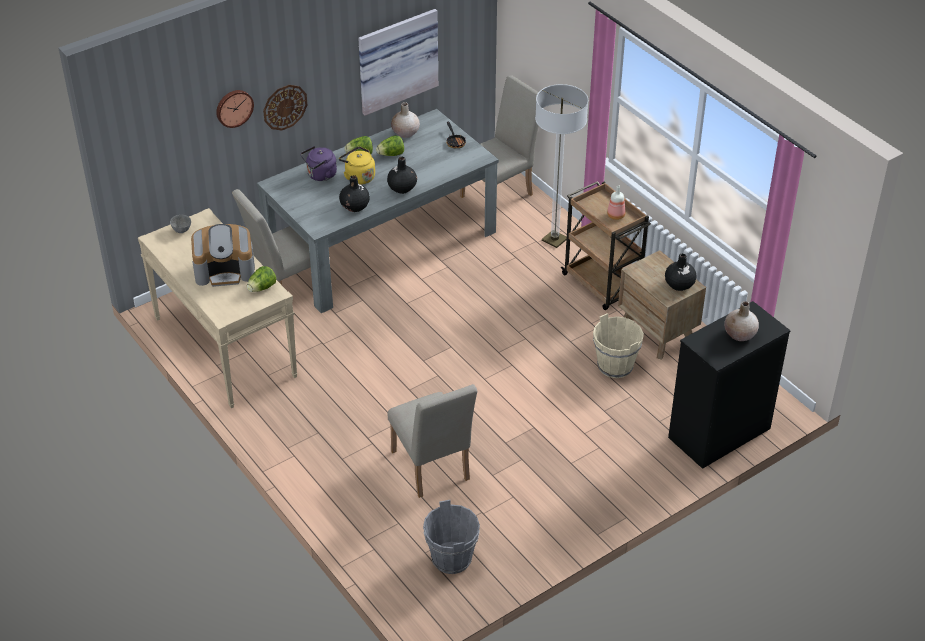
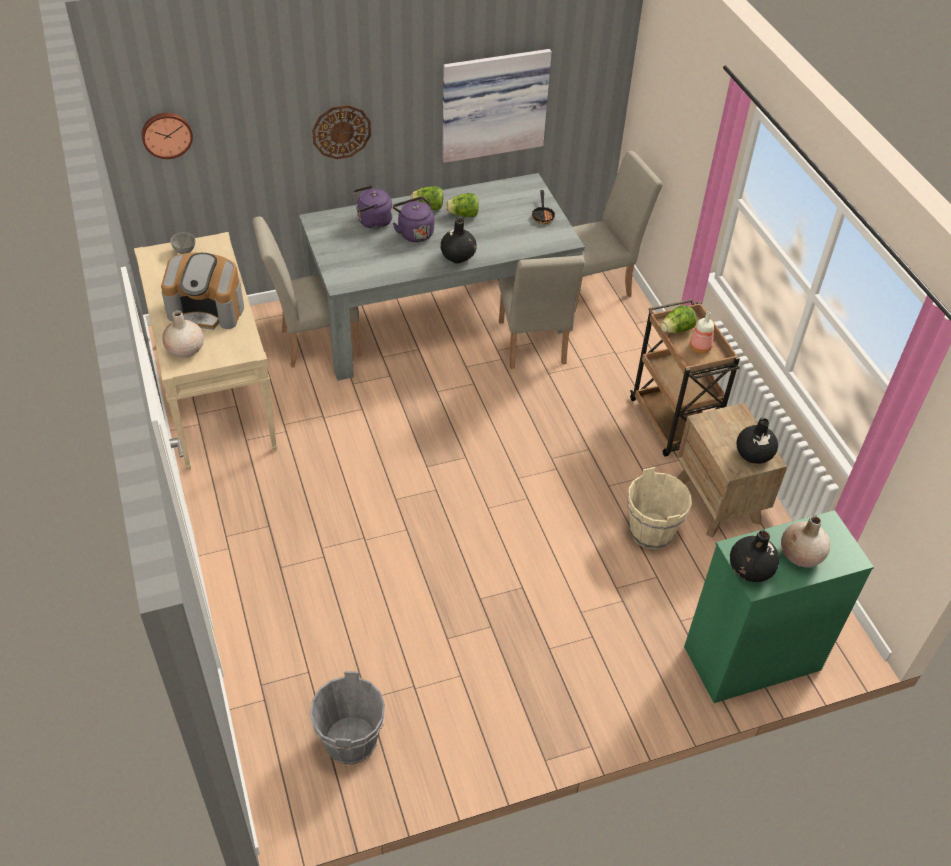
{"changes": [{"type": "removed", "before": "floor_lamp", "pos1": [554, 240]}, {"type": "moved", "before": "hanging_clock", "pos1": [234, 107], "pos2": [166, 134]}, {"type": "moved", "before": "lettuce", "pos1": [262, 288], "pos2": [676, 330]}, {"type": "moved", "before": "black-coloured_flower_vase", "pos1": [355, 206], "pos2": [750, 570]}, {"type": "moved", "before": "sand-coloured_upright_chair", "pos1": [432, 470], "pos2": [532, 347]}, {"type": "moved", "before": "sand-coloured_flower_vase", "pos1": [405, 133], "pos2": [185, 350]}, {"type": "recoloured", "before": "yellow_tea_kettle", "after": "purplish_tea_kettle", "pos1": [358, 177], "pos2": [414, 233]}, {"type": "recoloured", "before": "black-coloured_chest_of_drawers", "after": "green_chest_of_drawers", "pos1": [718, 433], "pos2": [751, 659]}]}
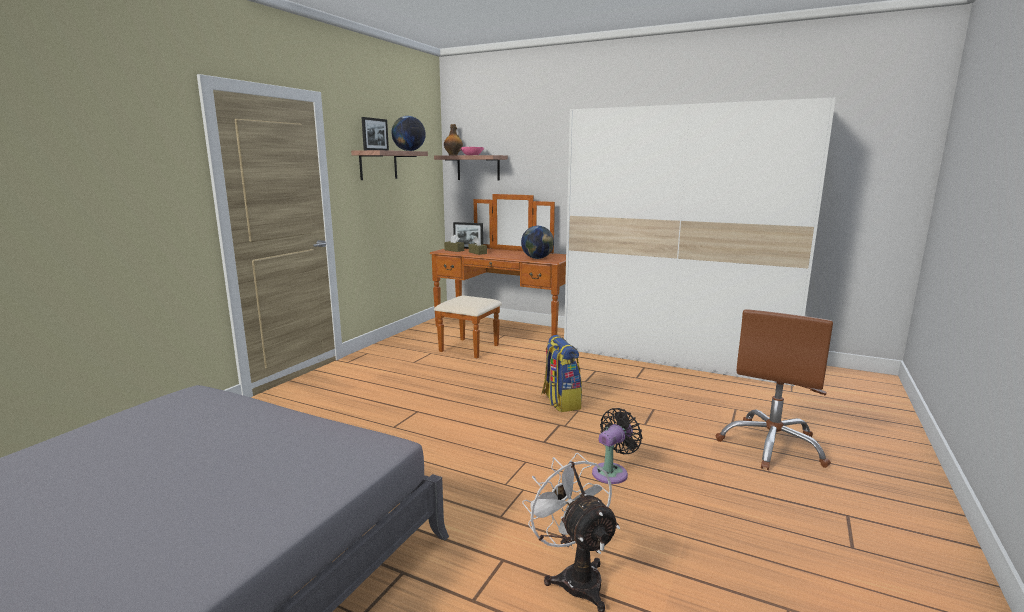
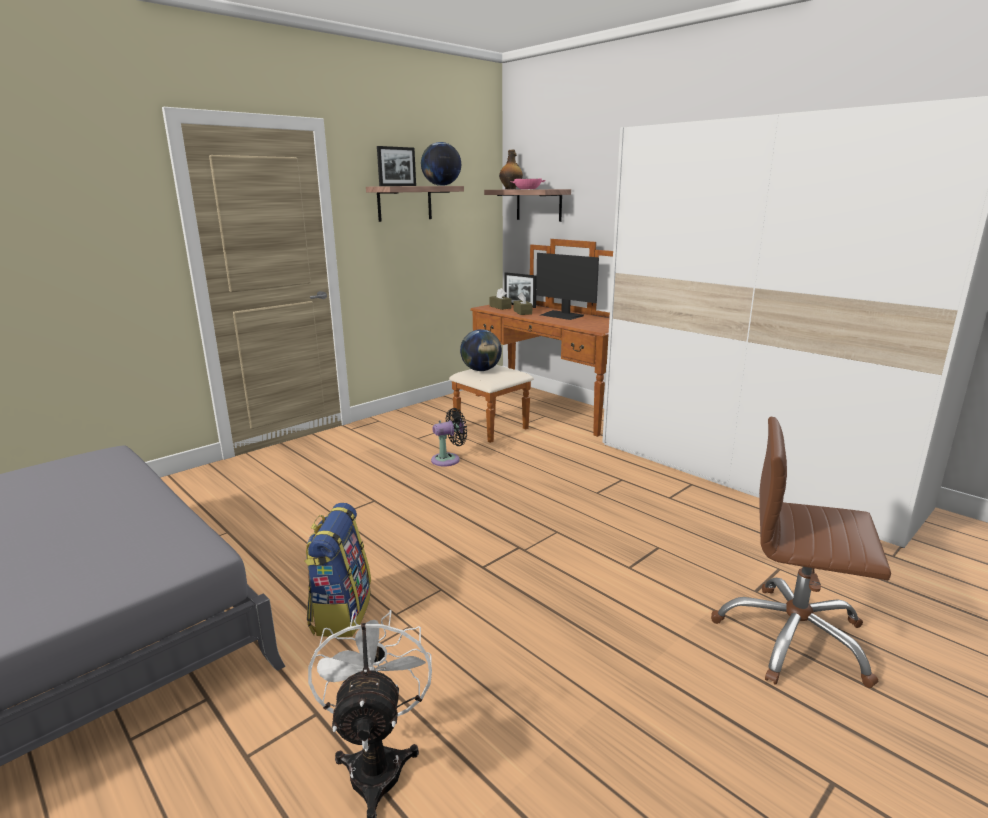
{"changes": [{"type": "added", "after": "monitor", "pos2": [562, 315]}, {"type": "moved", "before": "desk_globe", "pos1": [537, 258], "pos2": [481, 370]}, {"type": "moved", "before": "backpack", "pos1": [560, 402], "pos2": [341, 612]}, {"type": "moved", "before": "black-coloured_cooling_fan", "pos1": [612, 472], "pos2": [448, 459]}, {"type": "turned", "before": "brown-coloured_desk_chair", "pos1": [772, 446], "pos2": [792, 638], "turn": 60}]}
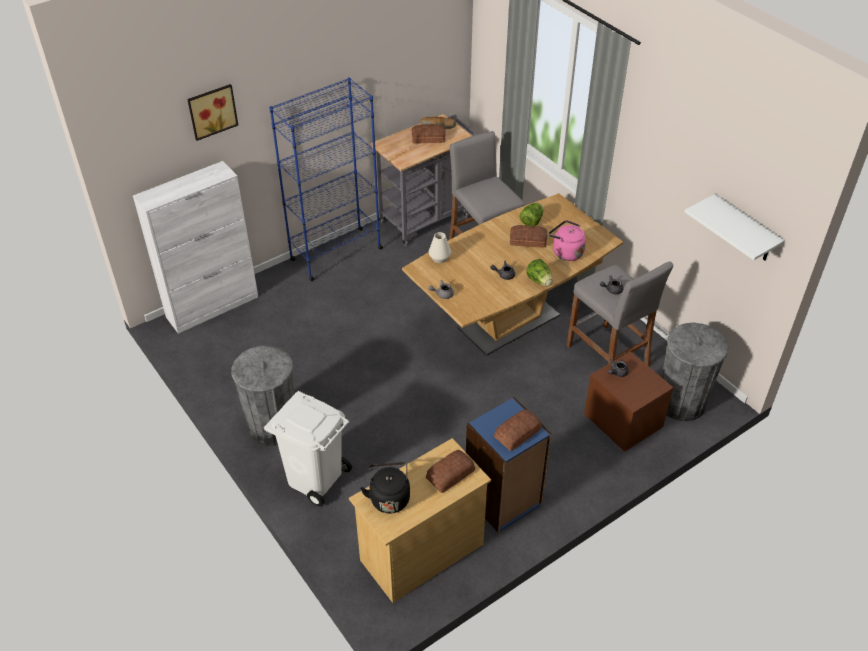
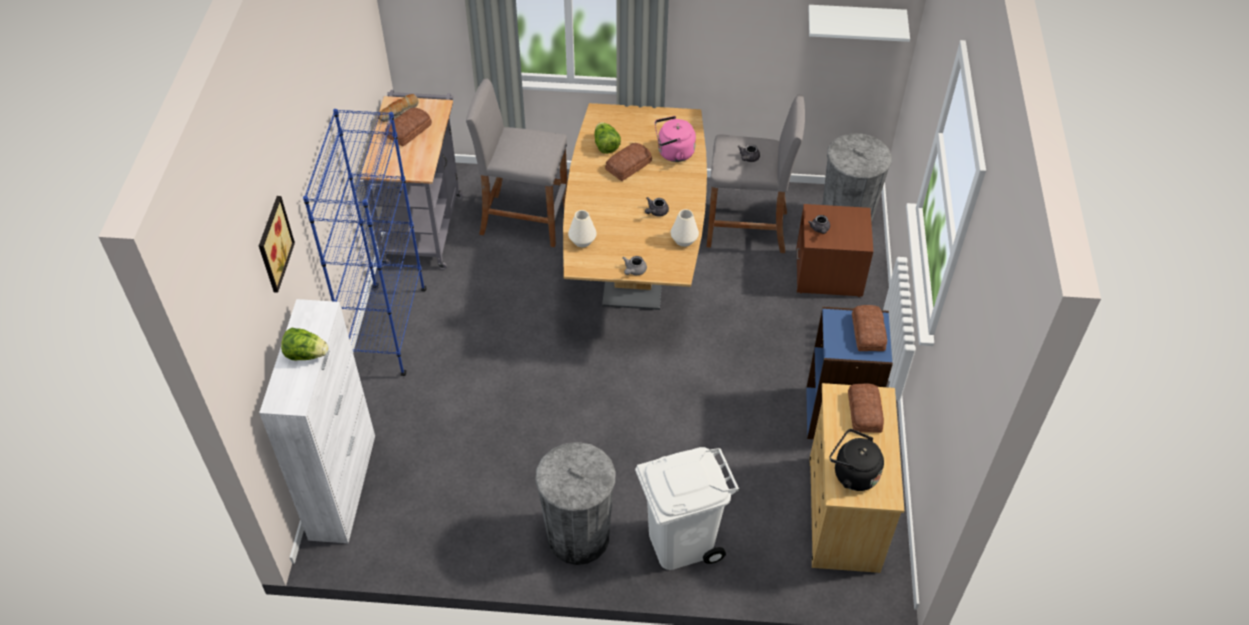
{"changes": [{"type": "added", "after": "white-coloured_flower_vase", "pos2": [684, 240]}, {"type": "moved", "before": "lettuce", "pos1": [539, 281], "pos2": [306, 354]}]}
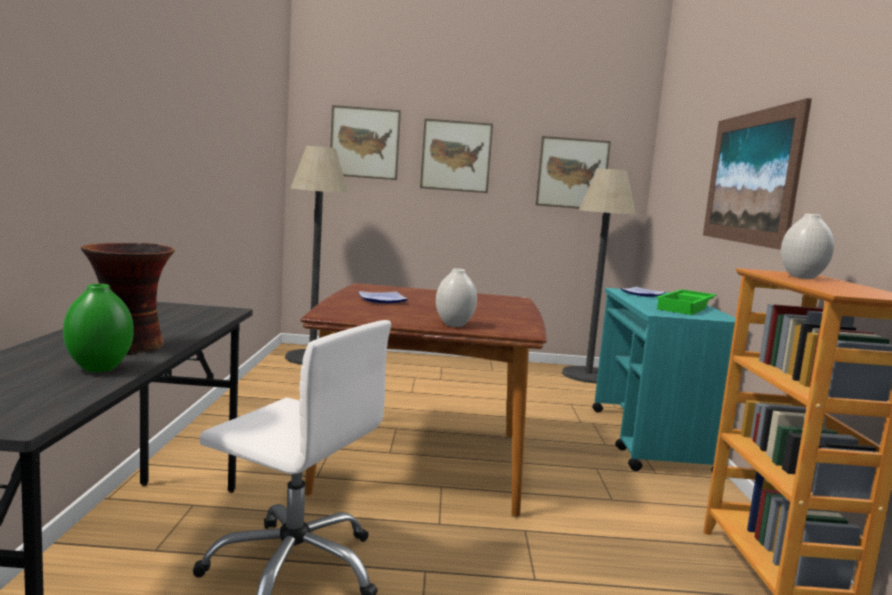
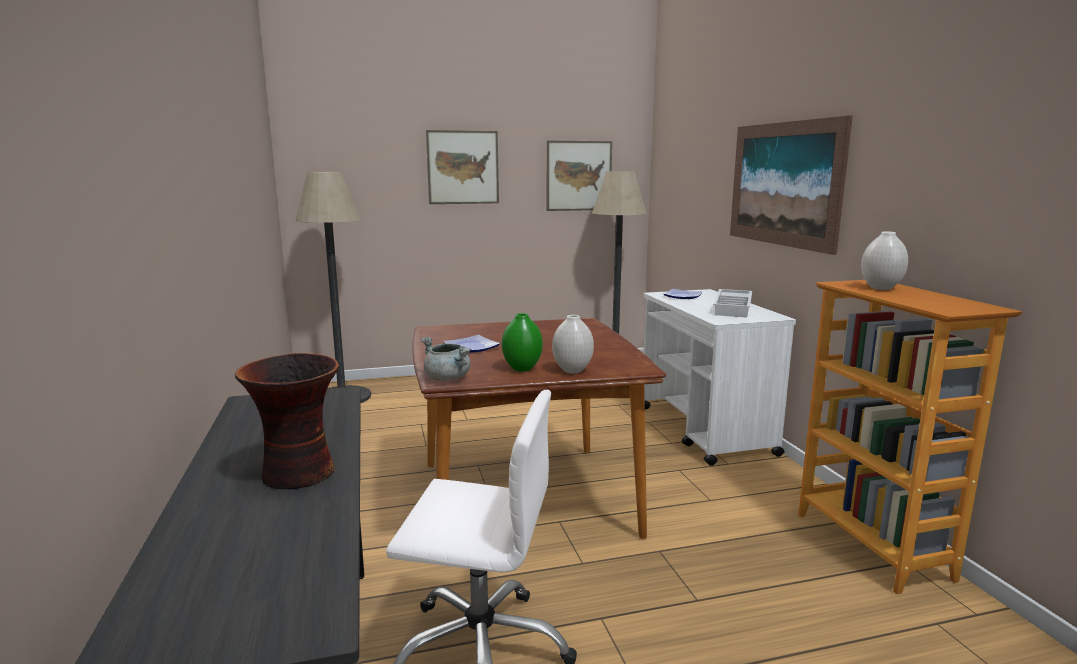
{"changes": [{"type": "removed", "before": "picture", "pos1": [364, 143]}, {"type": "added", "after": "greyish_saucepot", "pos2": [448, 378]}, {"type": "moved", "before": "green_flower_vase", "pos1": [99, 368], "pos2": [522, 369]}, {"type": "recoloured", "before": "turquoise_trolley", "after": "white-coloured_trolley", "pos1": [650, 440], "pos2": [705, 430]}, {"type": "recoloured", "before": "green_tray", "after": "white-coloured_tray", "pos1": [687, 307], "pos2": [734, 308]}]}
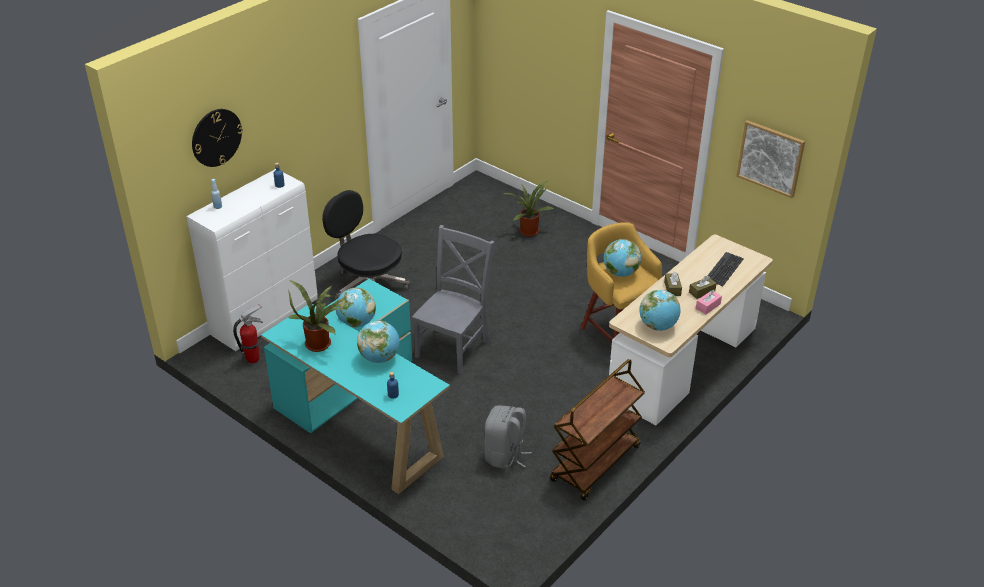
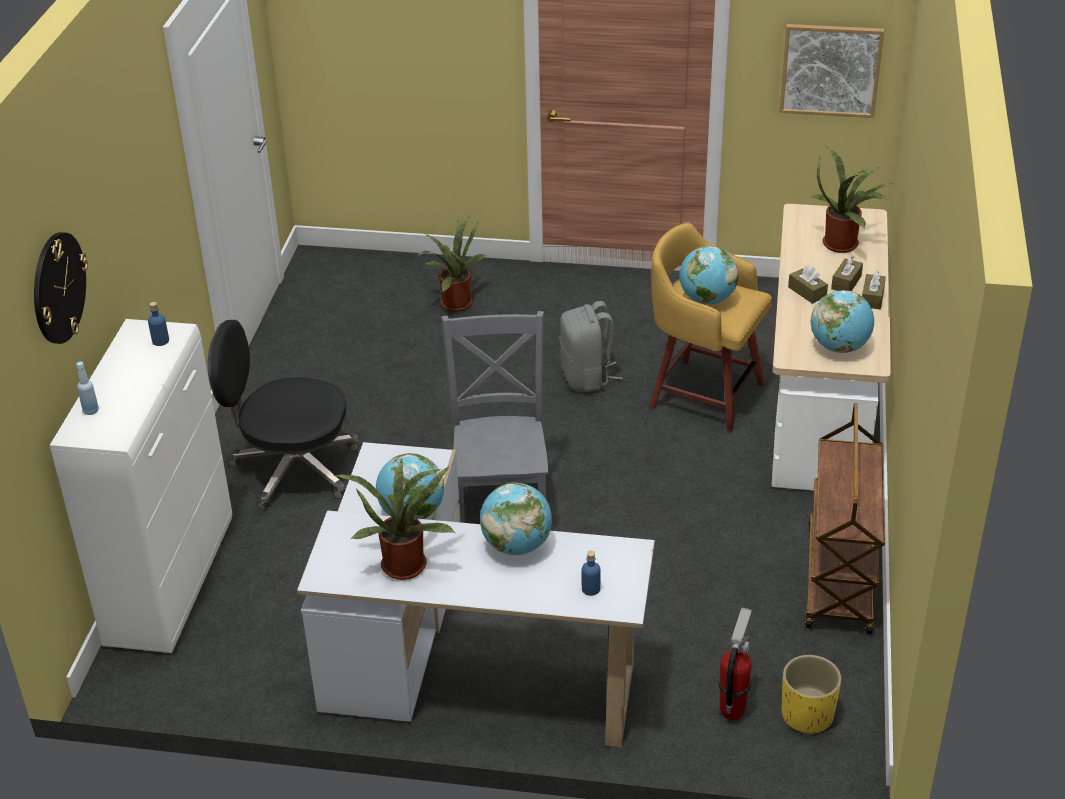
{"changes": [{"type": "added", "after": "yellow_plant_pot", "pos2": [806, 715]}, {"type": "moved", "before": "extinguisher", "pos1": [253, 359], "pos2": [732, 710]}, {"type": "moved", "before": "greyish_backpack", "pos1": [504, 455], "pos2": [587, 377]}, {"type": "replaced", "before": "keyboard", "after": "houseplant", "pos1": [724, 269], "pos2": [844, 244]}, {"type": "recoloured", "before": "turquoise_desk_unit", "after": "white-coloured_desk_unit", "pos1": [361, 414], "pos2": [460, 659]}, {"type": "recoloured", "before": "pink-coloured_tissue_holder", "after": "brown-coloured_tissue_holder", "pos1": [708, 306], "pos2": [872, 298]}]}
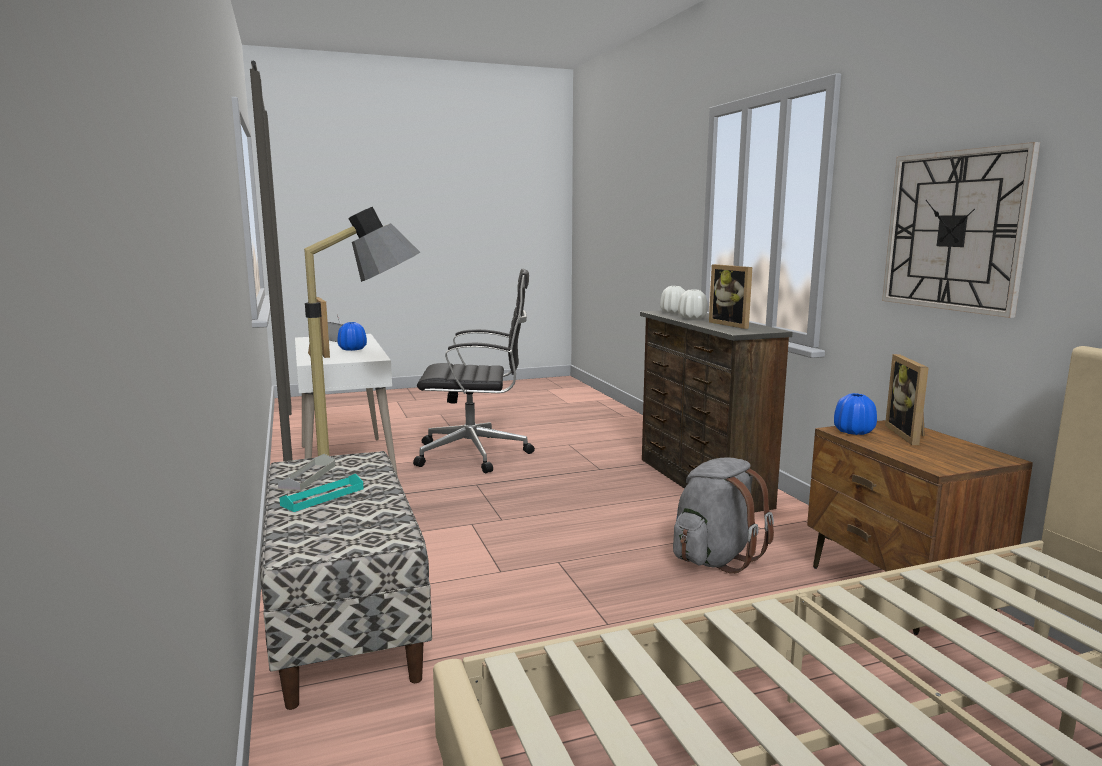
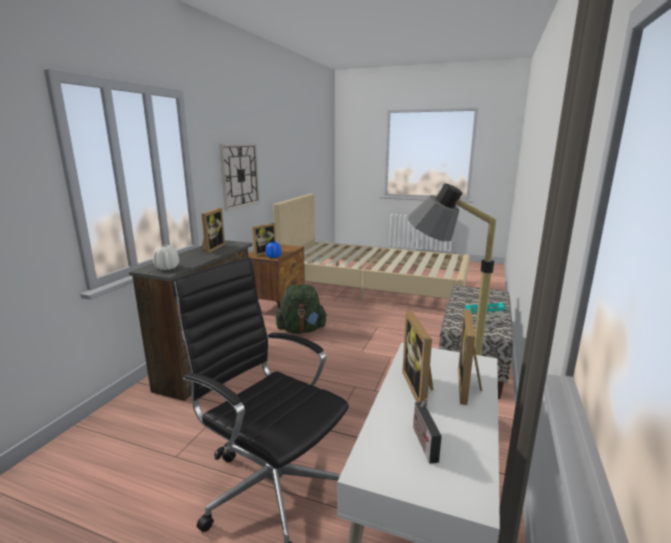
{"changes": [{"type": "removed", "before": "white-coloured_flower_vase", "pos1": [692, 318]}, {"type": "replaced", "before": "blue-coloured_flower_vase", "after": "photo_frame", "pos1": [352, 349], "pos2": [421, 388]}, {"type": "recoloured", "before": "greyish_backpack", "after": "green_backpack", "pos1": [715, 558], "pos2": [301, 330]}]}
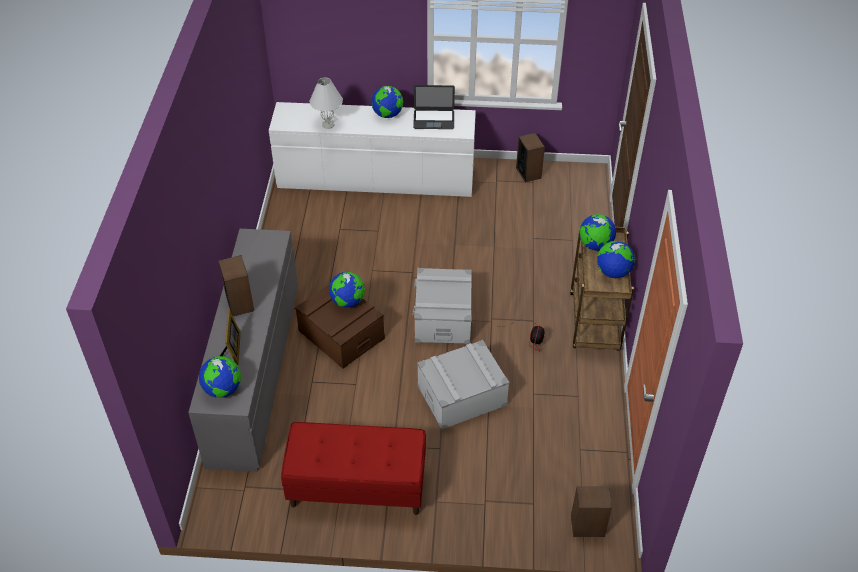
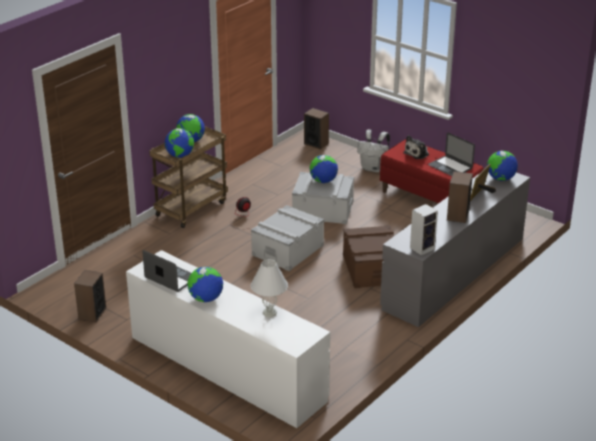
{"changes": [{"type": "added", "after": "white-coloured_backpack", "pos2": [373, 168]}, {"type": "added", "after": "soft_toy", "pos2": [417, 153]}, {"type": "added", "after": "loudspeaker", "pos2": [422, 248]}, {"type": "added", "after": "portable_computer", "pos2": [450, 167]}, {"type": "moved", "before": "desk_globe", "pos1": [347, 301], "pos2": [323, 181]}]}
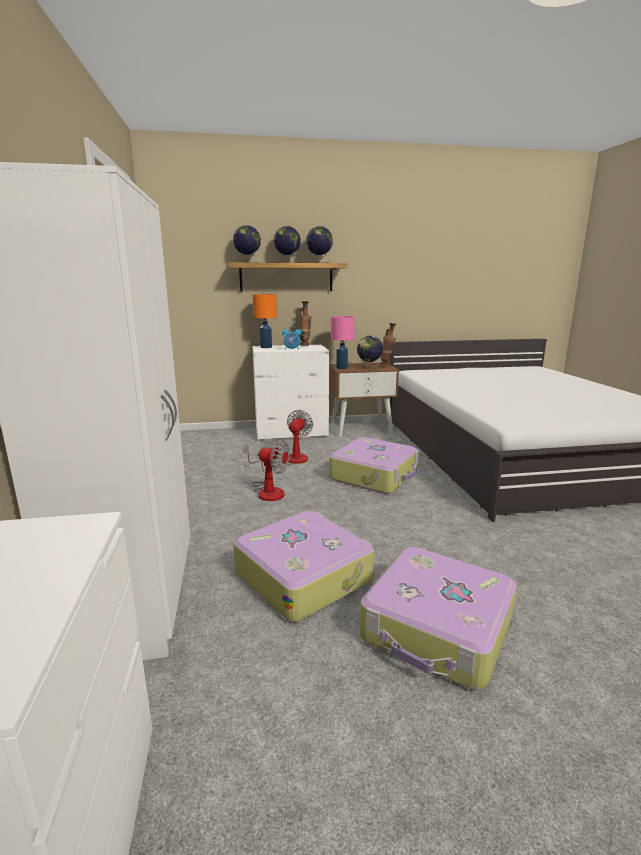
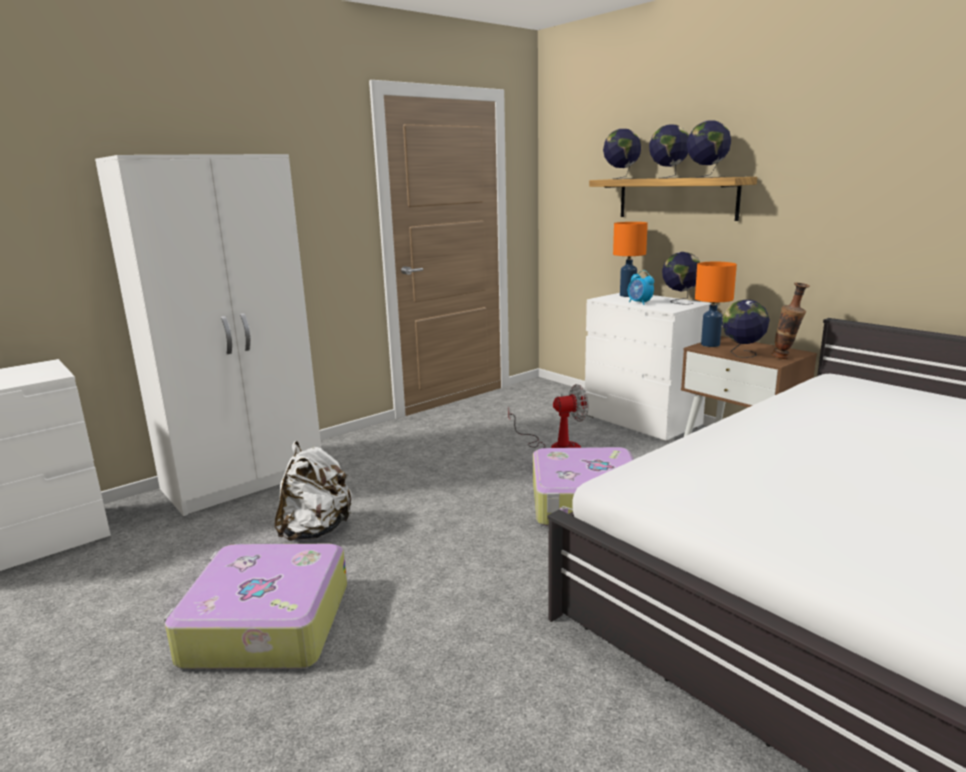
{"changes": [{"type": "removed", "before": "cooling_fan", "pos1": [269, 490]}, {"type": "replaced", "before": "travel_case", "after": "white-coloured_backpack", "pos1": [304, 576], "pos2": [316, 531]}, {"type": "replaced", "before": "flower_vase", "after": "desk_globe", "pos1": [305, 345], "pos2": [680, 301]}, {"type": "recoloured", "before": "pink-coloured_lamp_for_a_table", "after": "orange_lamp_for_a_table", "pos1": [341, 368], "pos2": [710, 344]}]}
